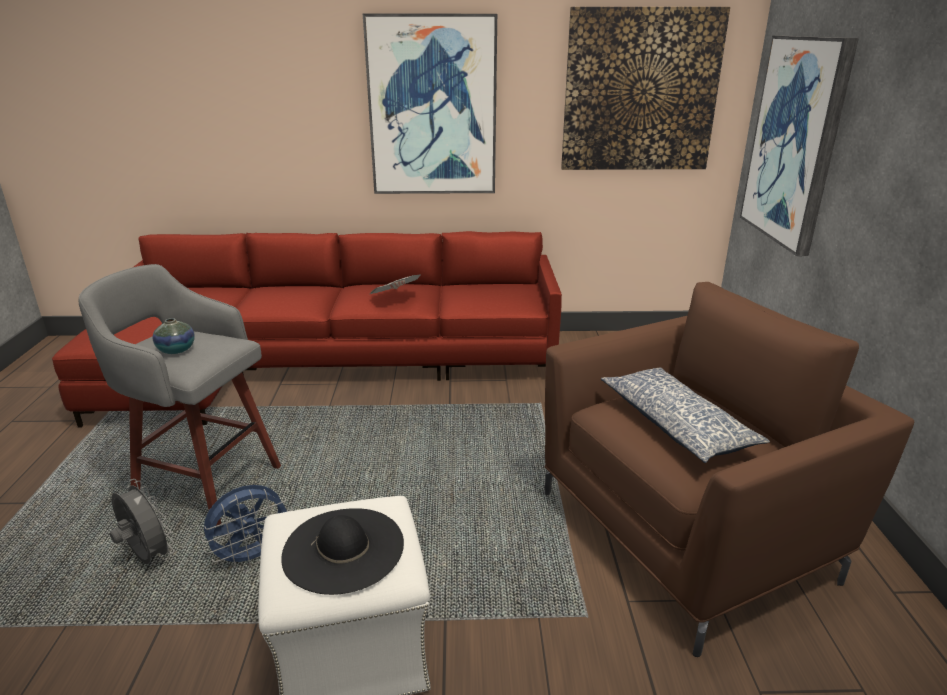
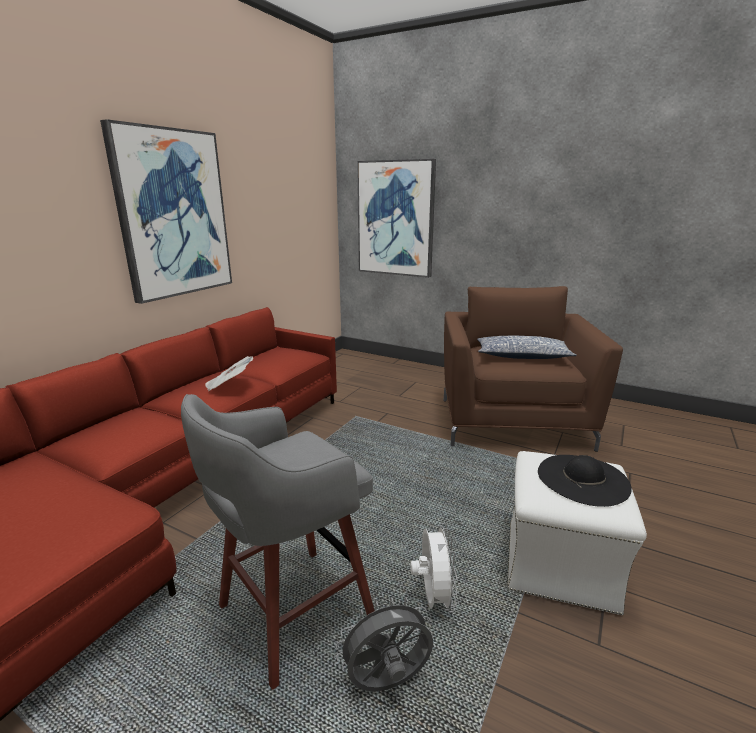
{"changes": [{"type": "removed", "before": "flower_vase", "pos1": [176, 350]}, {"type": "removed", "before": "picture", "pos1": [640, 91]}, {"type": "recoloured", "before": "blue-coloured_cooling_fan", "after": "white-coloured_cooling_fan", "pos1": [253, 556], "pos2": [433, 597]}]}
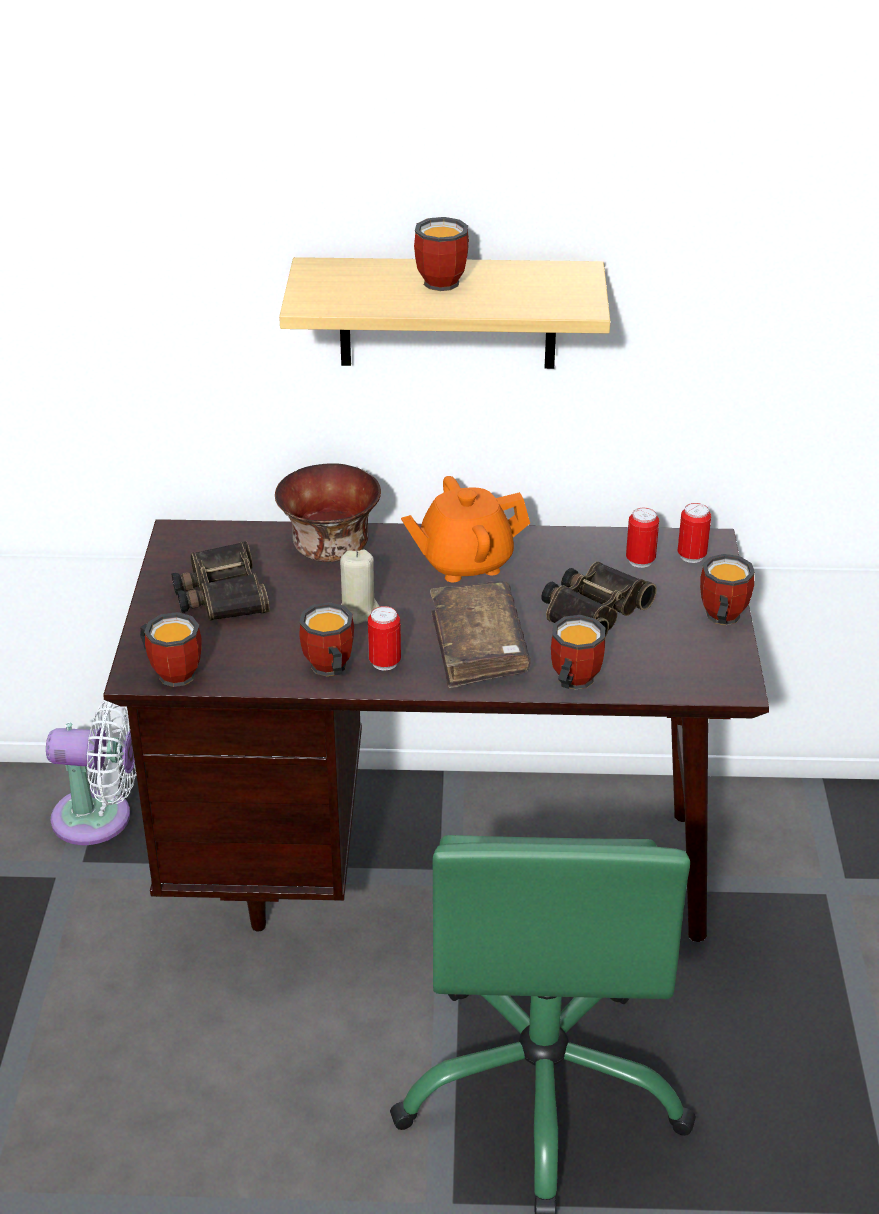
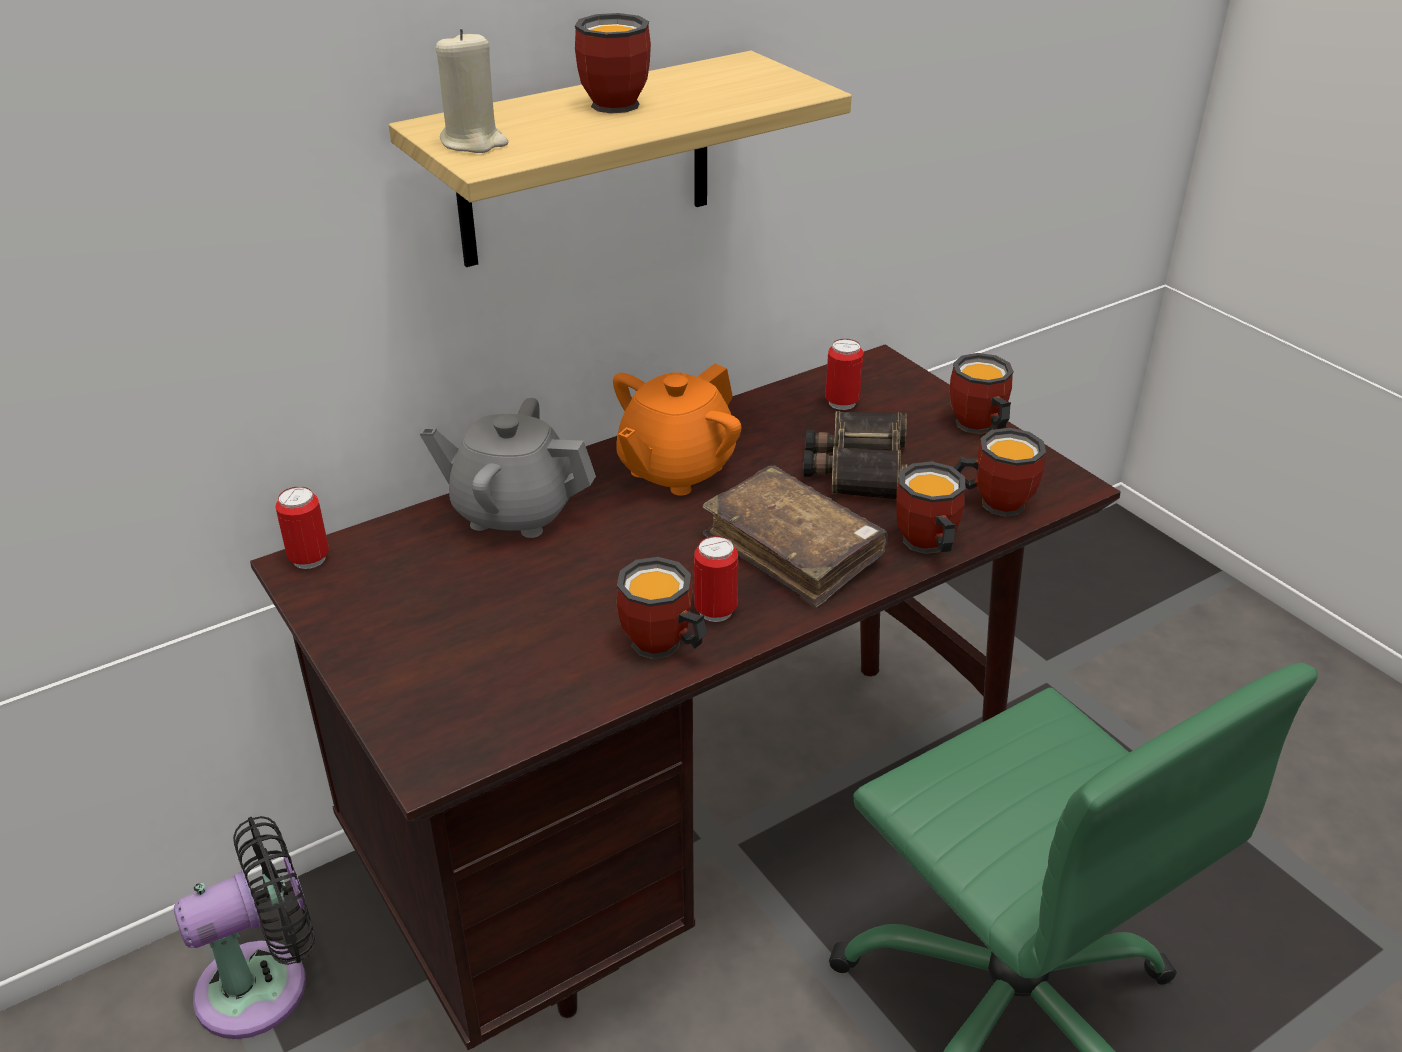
{"changes": [{"type": "removed", "before": "pair_of_binoculars", "pos1": [220, 594]}, {"type": "moved", "before": "mug", "pos1": [173, 671], "pos2": [993, 501]}, {"type": "moved", "before": "sand-coloured_wax_light", "pos1": [359, 611], "pos2": [473, 142]}, {"type": "moved", "before": "metal_can", "pos1": [691, 556], "pos2": [309, 559]}, {"type": "replaced", "before": "serving_bowl", "after": "greyish_teapot", "pos1": [332, 550], "pos2": [514, 512]}, {"type": "recoloured", "before": "white-coloured_cooling_fan", "after": "black-coloured_cooling_fan", "pos1": [100, 818], "pos2": [264, 984]}]}
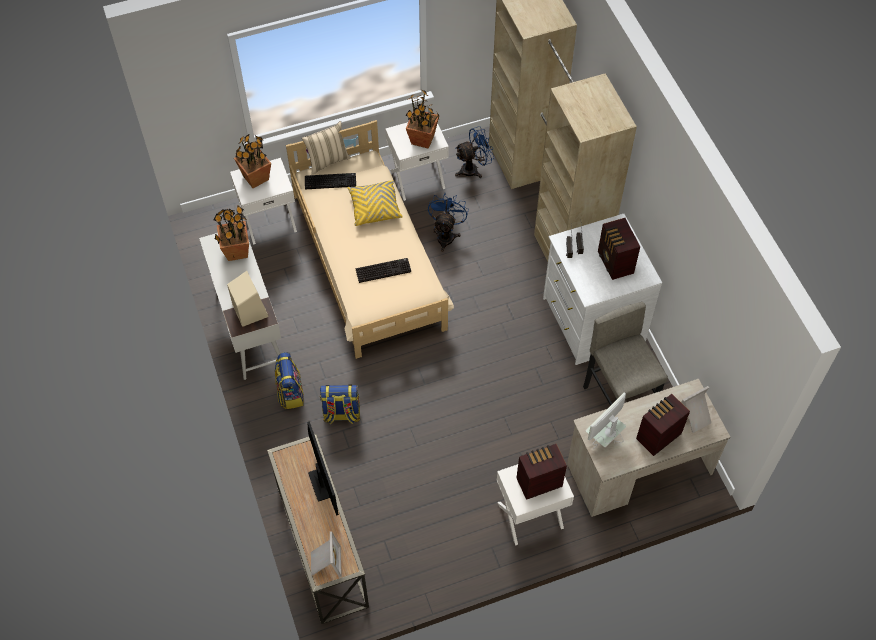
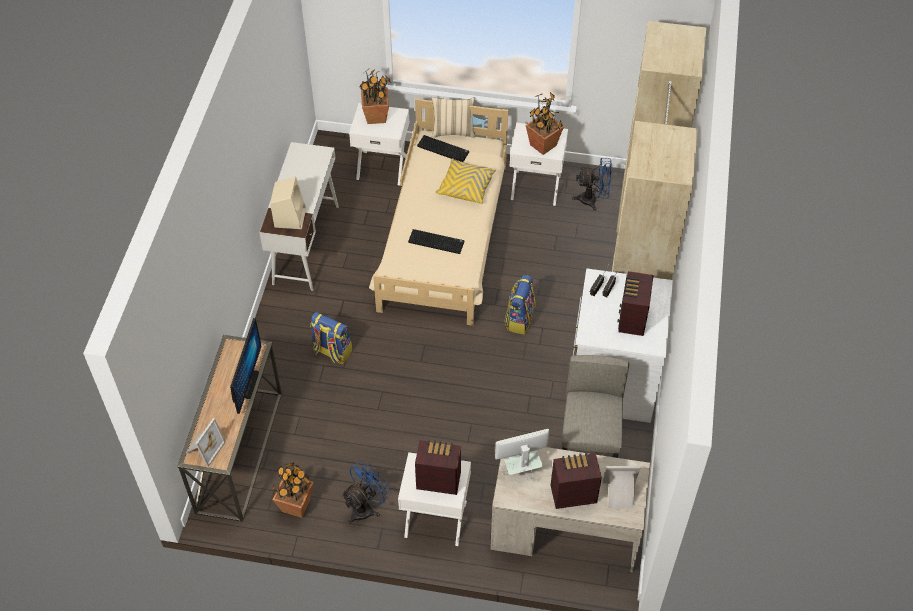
{"changes": [{"type": "moved", "before": "houseplant", "pos1": [236, 251], "pos2": [296, 505]}, {"type": "moved", "before": "backpack", "pos1": [290, 393], "pos2": [519, 319]}, {"type": "moved", "before": "blue-coloured_cooling_fan", "pos1": [446, 235], "pos2": [365, 507]}]}
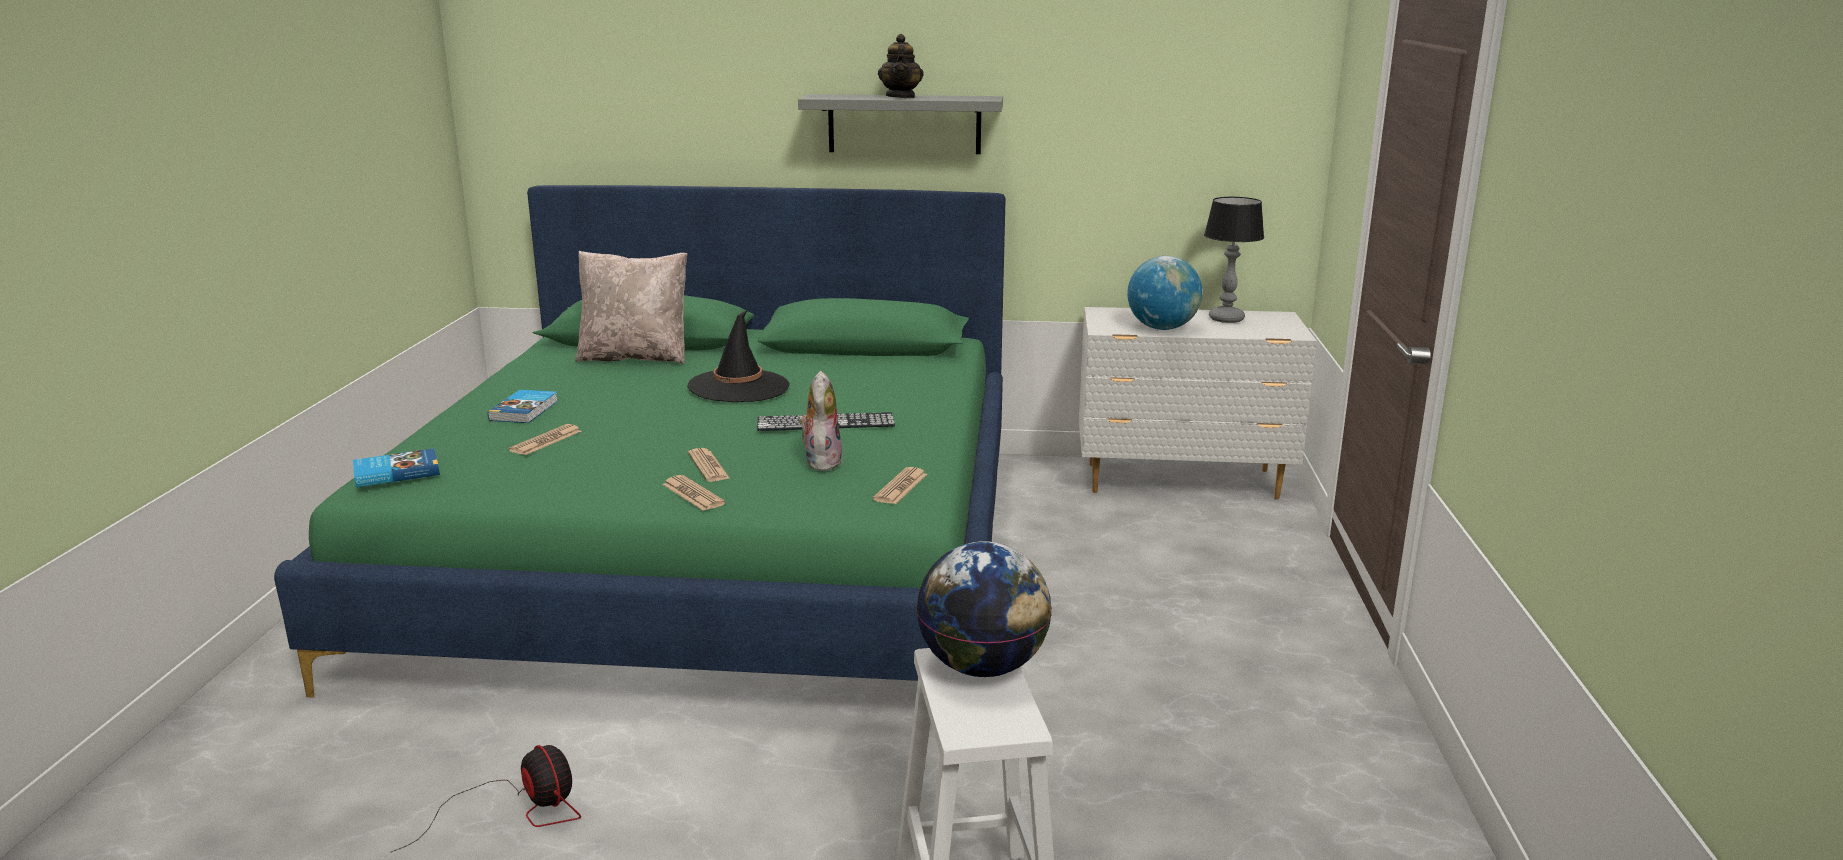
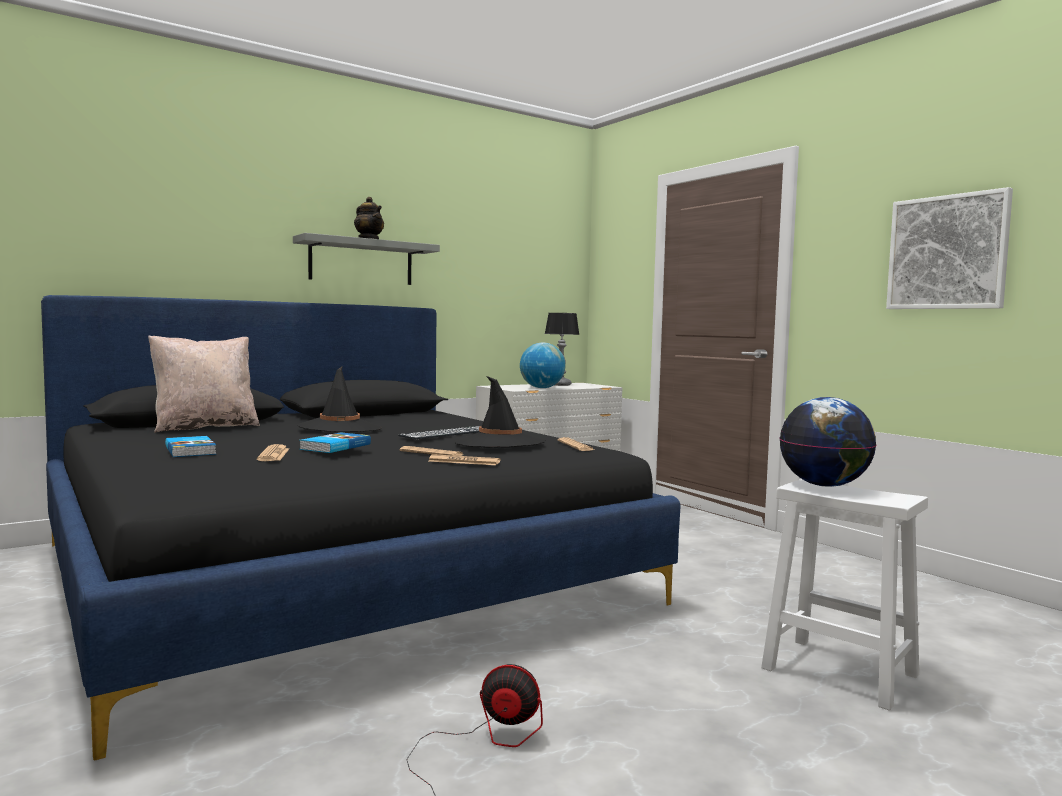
{"changes": [{"type": "added", "after": "picture", "pos2": [947, 252]}, {"type": "moved", "before": "volume", "pos1": [396, 472], "pos2": [334, 446]}, {"type": "replaced", "before": "soft_toy", "after": "black-coloured_clothing_hat", "pos1": [821, 461], "pos2": [499, 443]}, {"type": "recoloured", "before": "green_bed", "after": "black-coloured_bed", "pos1": [721, 553], "pos2": [333, 572]}]}
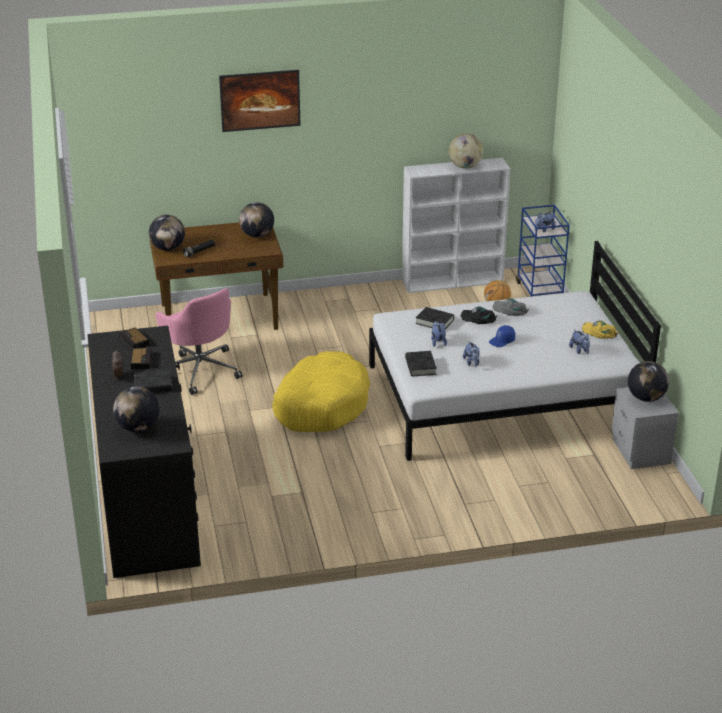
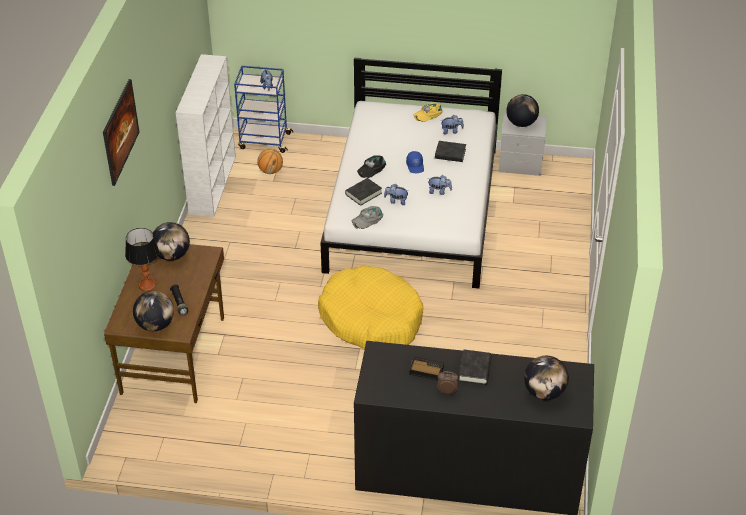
{"changes": [{"type": "removed", "before": "bedside_clock", "pos1": [134, 342]}, {"type": "removed", "before": "pink-coloured_desk_chair", "pos1": [200, 370]}, {"type": "removed", "before": "desk_globe", "pos1": [465, 167]}, {"type": "added", "after": "lamp_for_a_table", "pos2": [147, 285]}, {"type": "moved", "before": "black-coloured_volume", "pos1": [420, 366], "pos2": [450, 154]}, {"type": "moved", "before": "greyish_baseball_cap", "pos1": [510, 310], "pos2": [367, 219]}]}
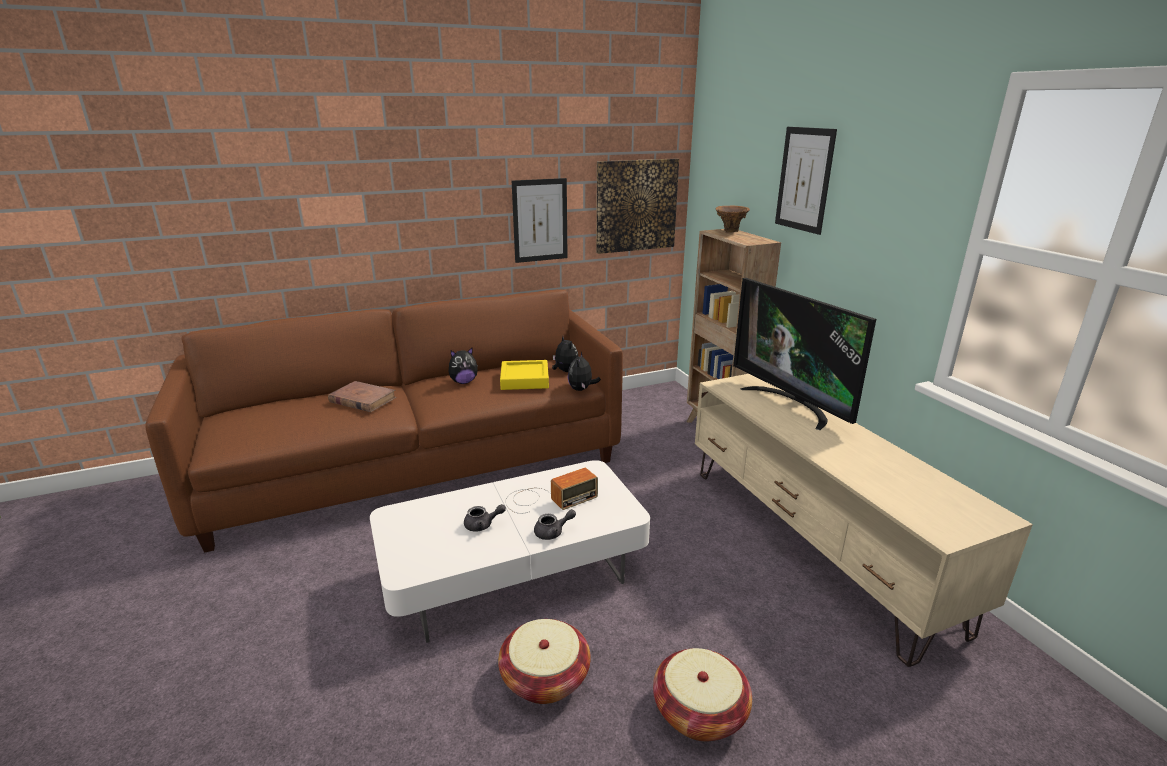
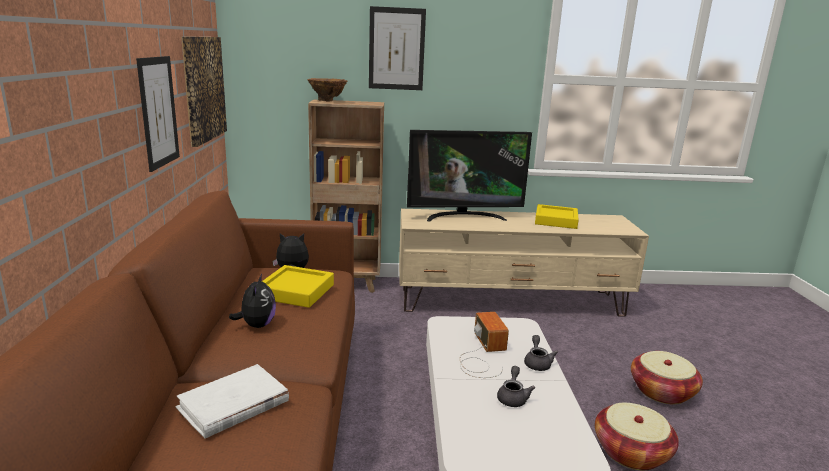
{"changes": [{"type": "removed", "before": "soft_toy", "pos1": [581, 389]}, {"type": "added", "after": "yellow_tray", "pos2": [556, 220]}, {"type": "recoloured", "before": "brown-coloured_volume", "after": "white-coloured_volume", "pos1": [362, 400], "pos2": [233, 405]}]}
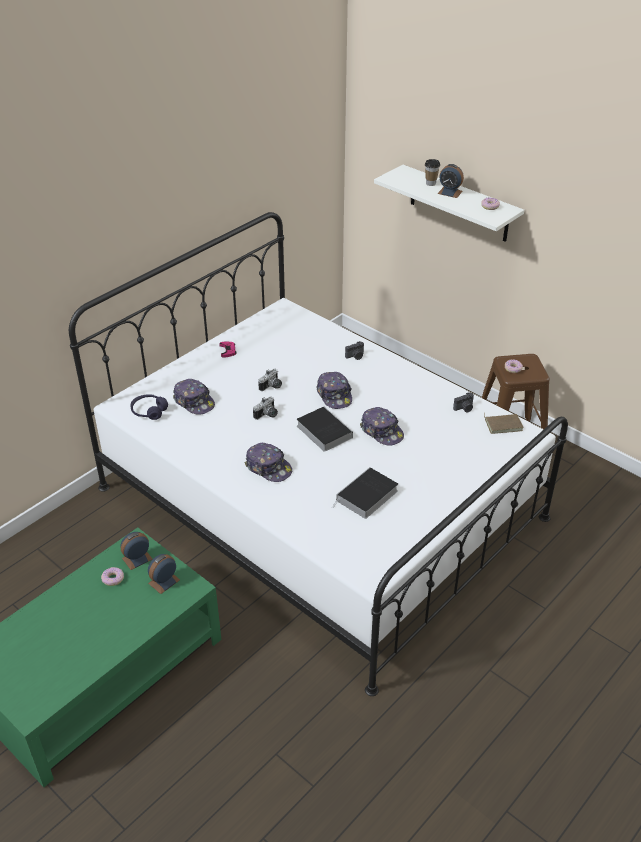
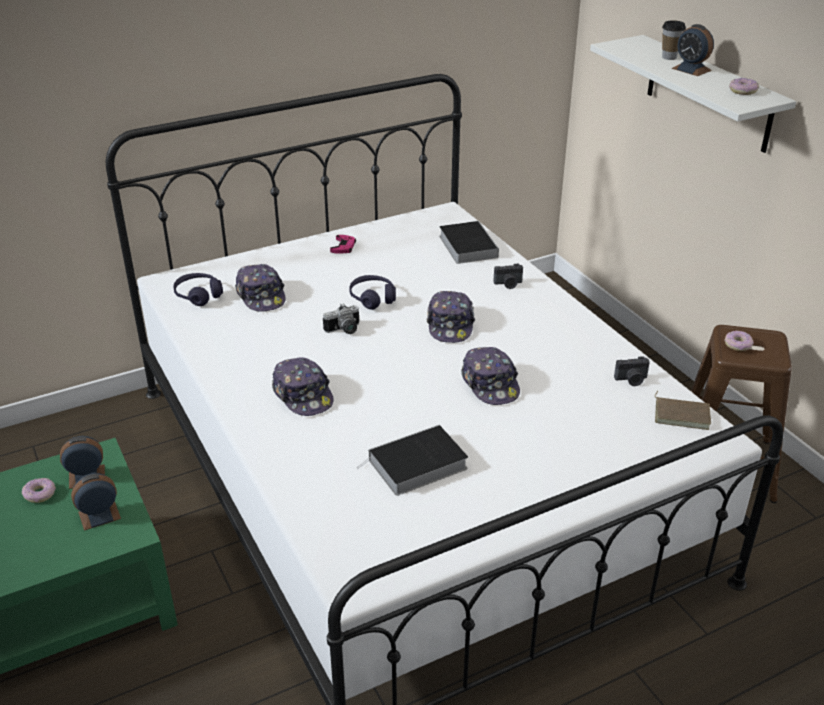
{"changes": [{"type": "moved", "before": "volume", "pos1": [322, 431], "pos2": [466, 245]}, {"type": "replaced", "before": "photo_camera", "after": "purplish_pair_of_headphones", "pos1": [272, 387], "pos2": [372, 298]}]}
